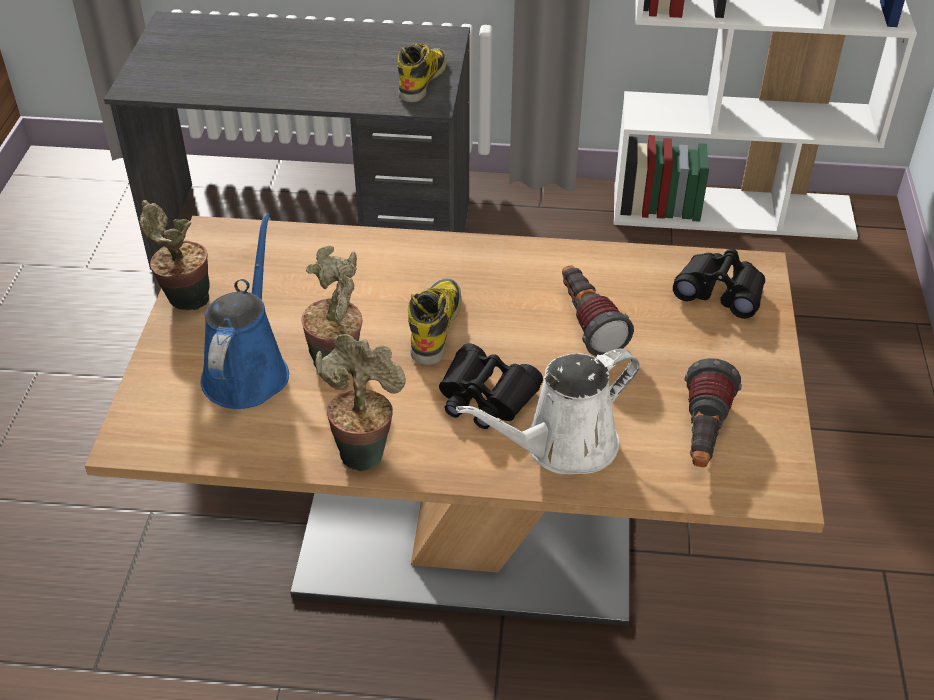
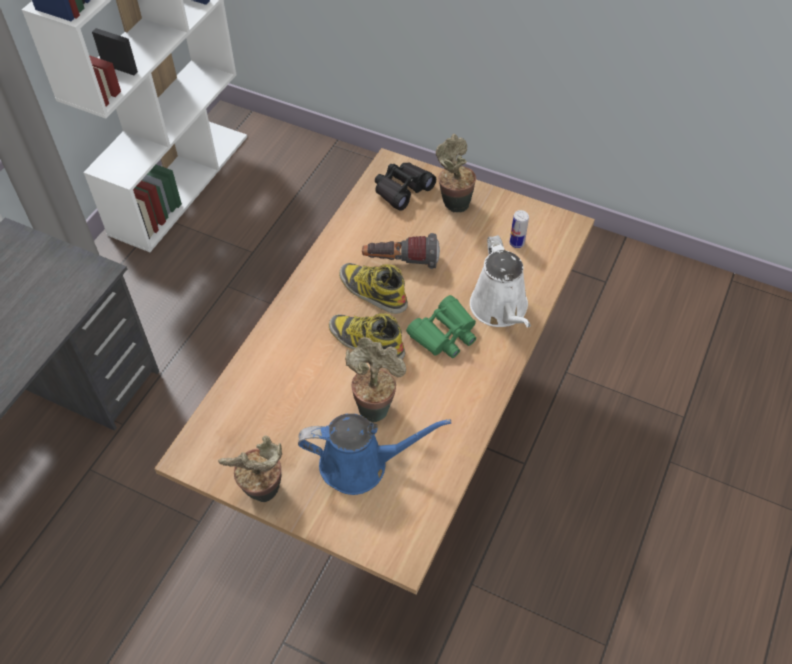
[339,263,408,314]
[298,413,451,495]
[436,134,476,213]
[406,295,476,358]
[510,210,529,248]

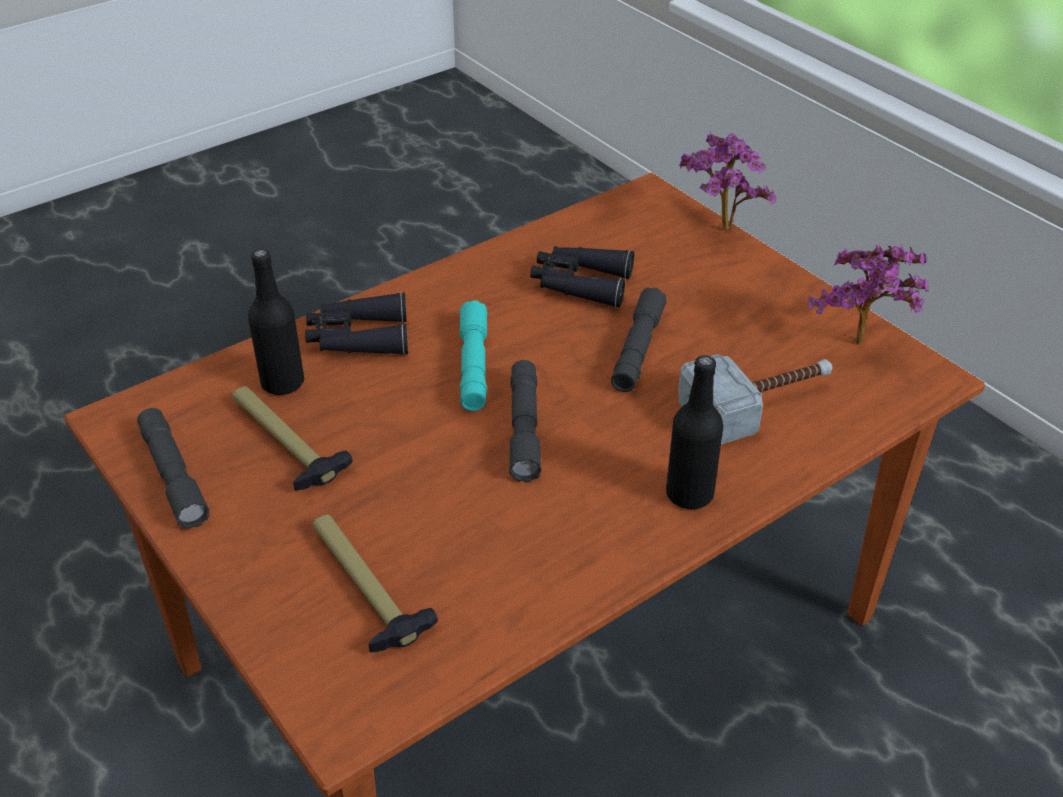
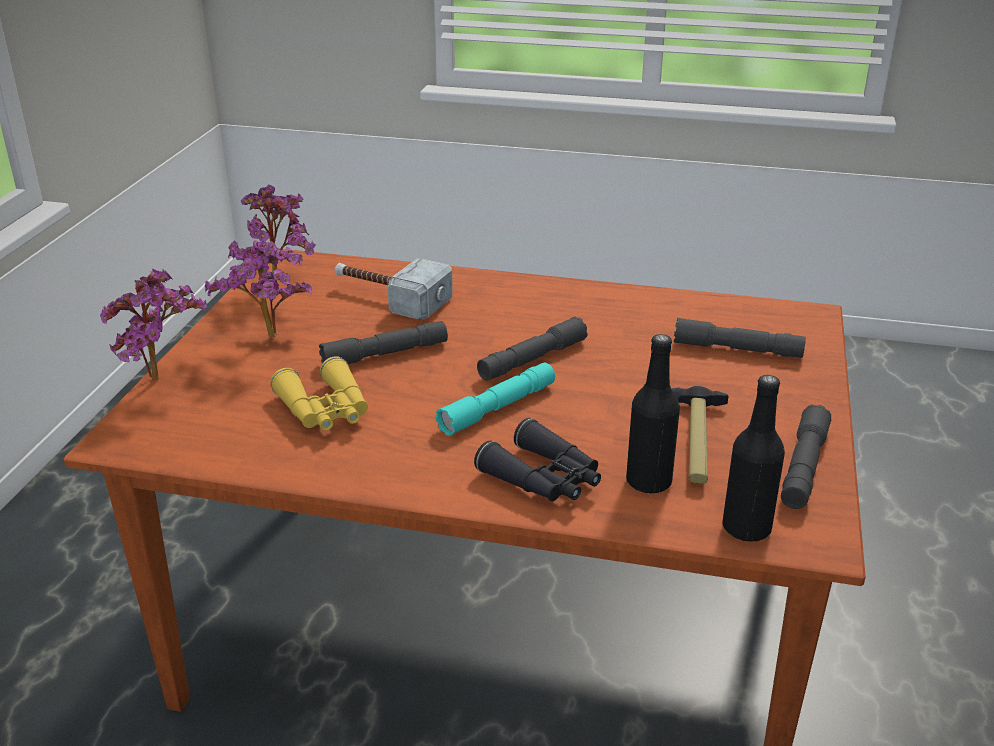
[270,356,368,431]
[722,375,785,541]
[674,318,806,358]
[205,240,312,338]

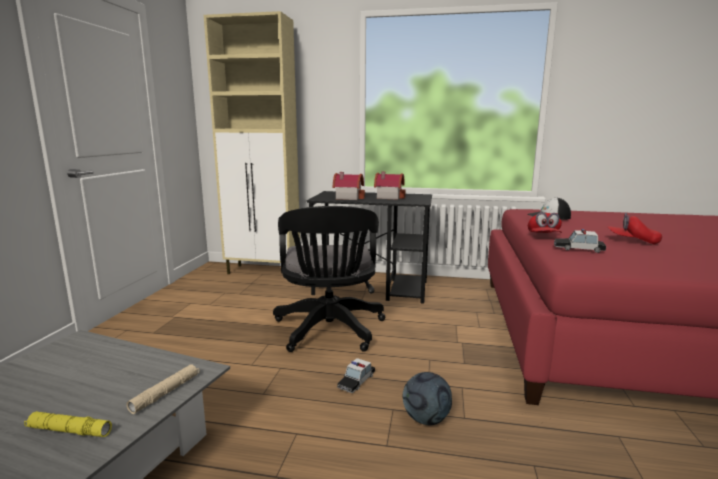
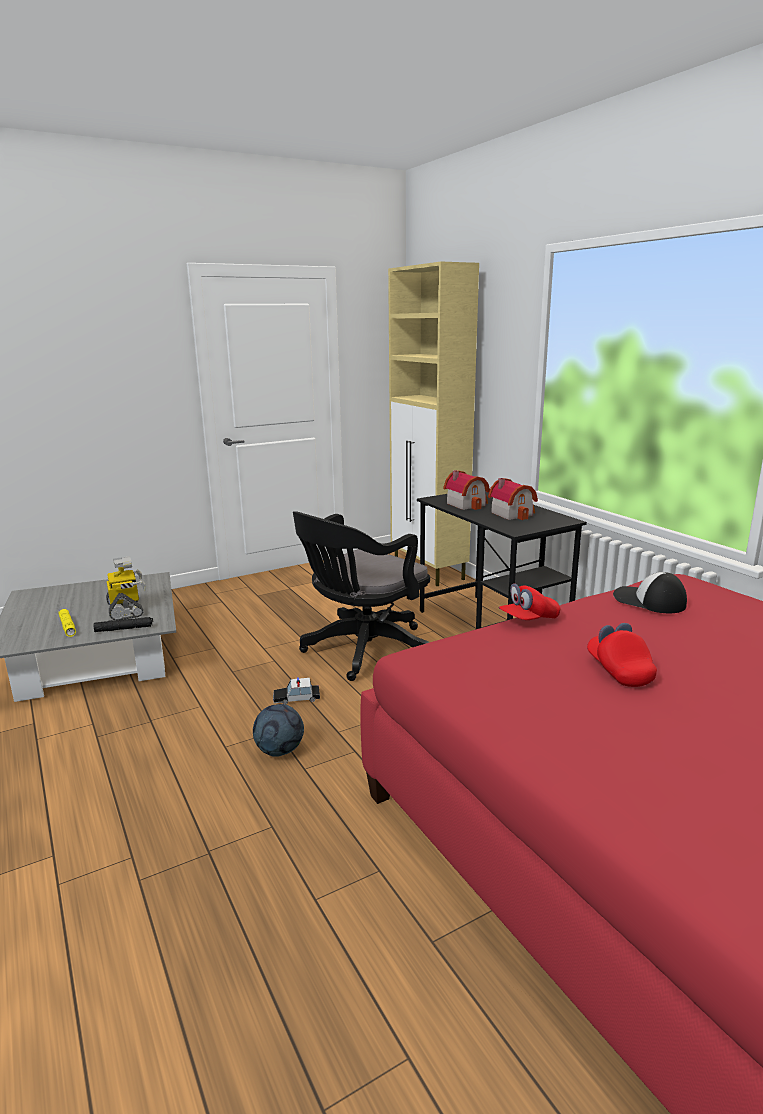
[554,229,606,253] (first image)
[94,617,153,632]
[106,556,146,620]

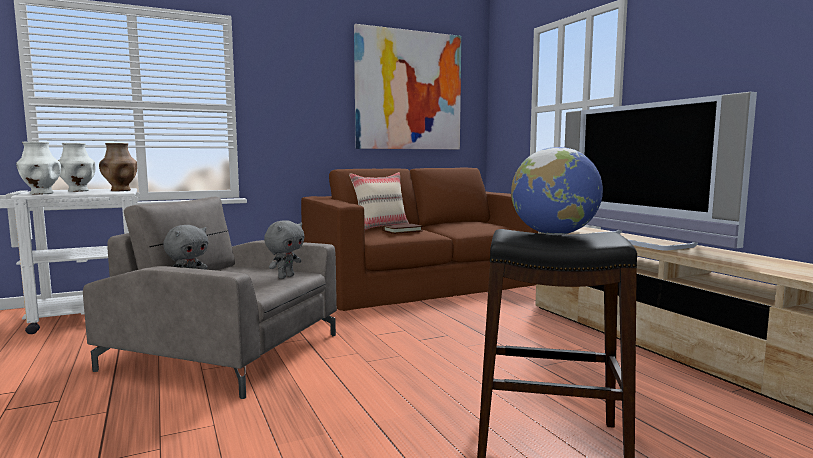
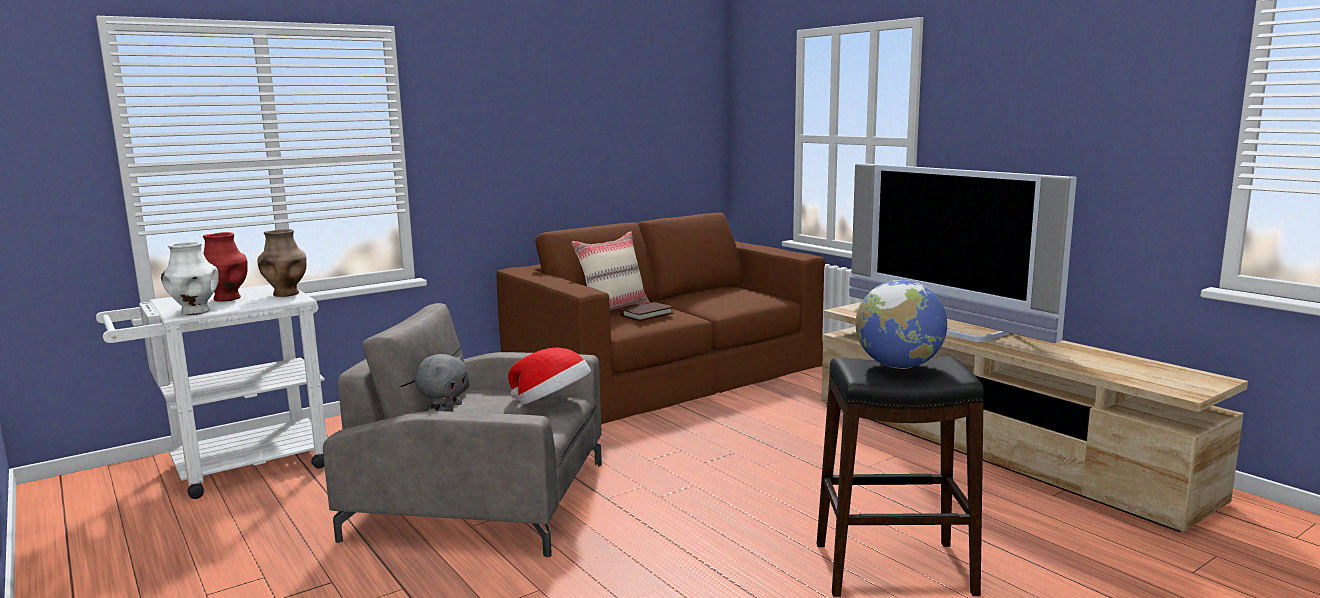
[354,24,461,149] (first image)
[203,232,248,302]
[508,348,591,405]

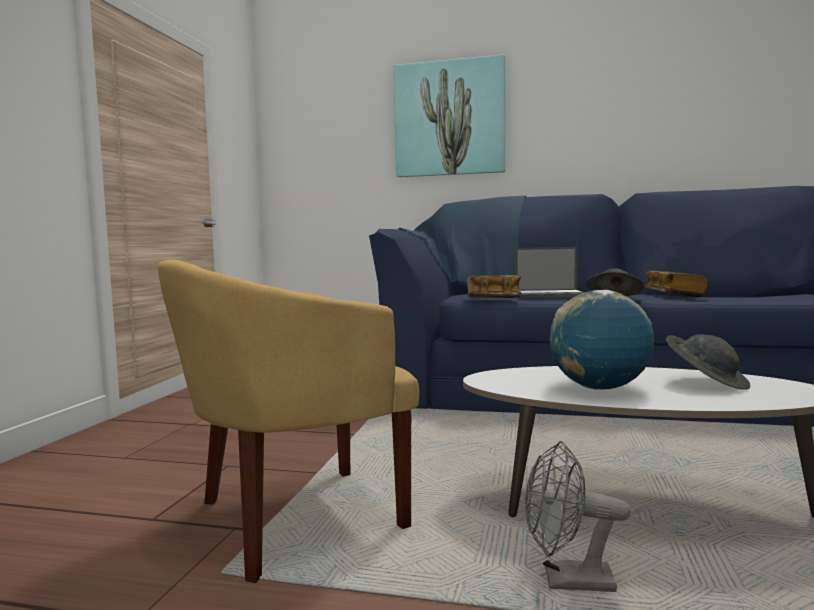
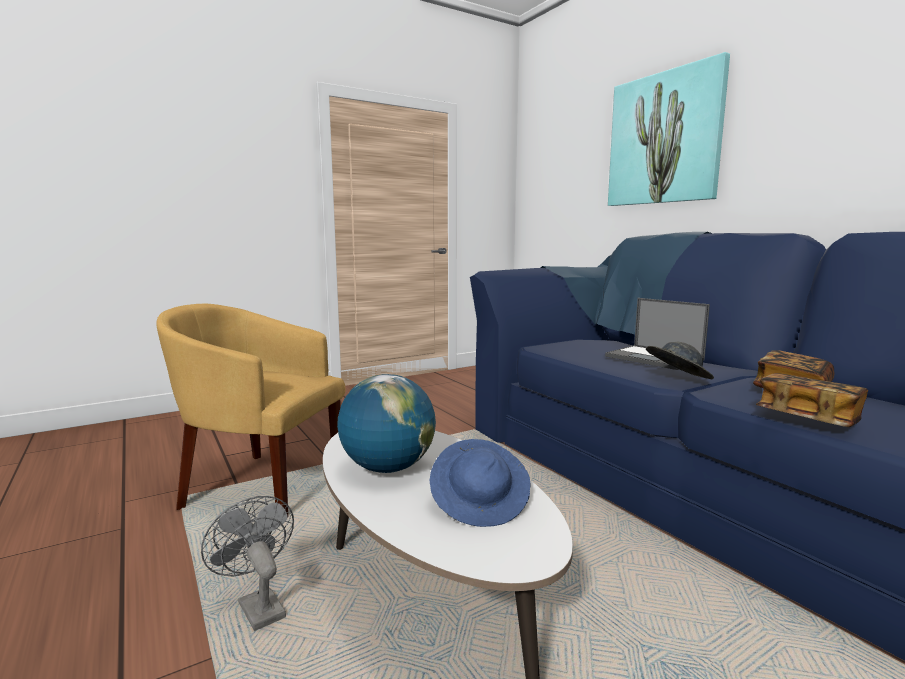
[756,373,868,427]
[430,439,531,527]

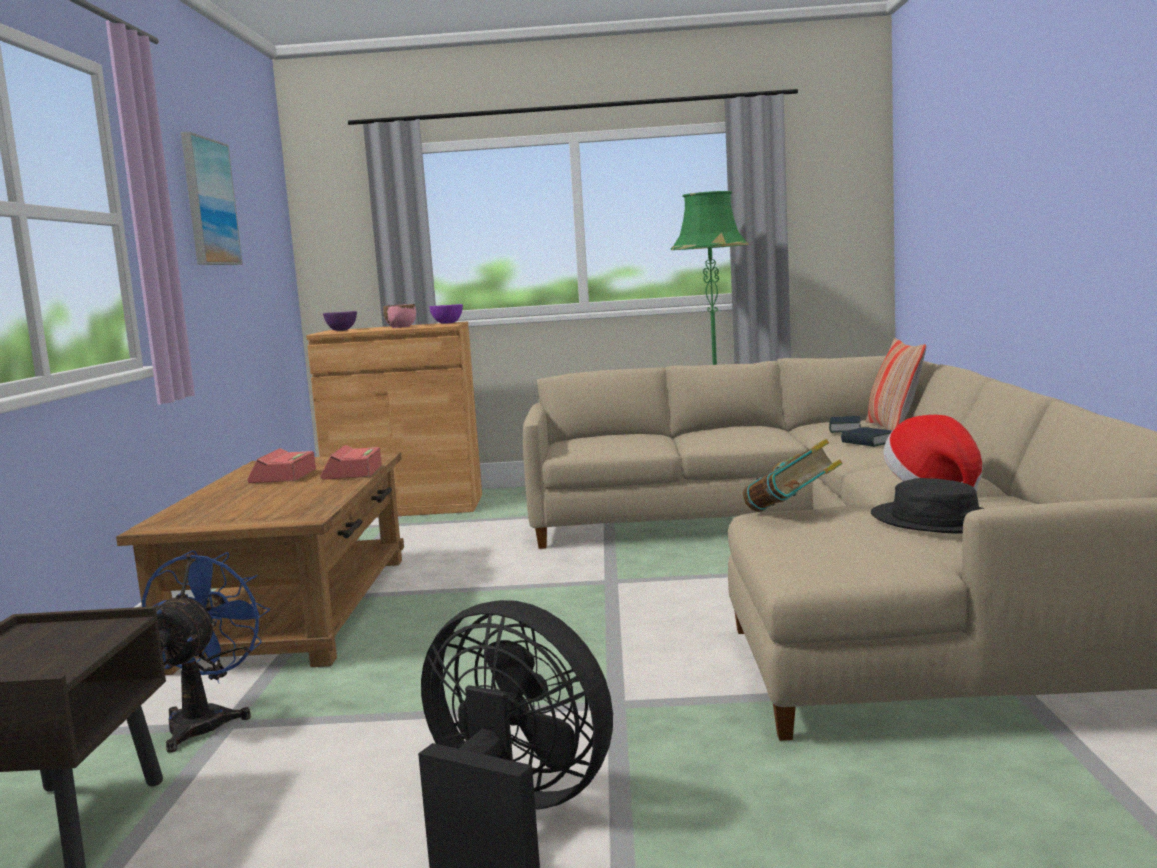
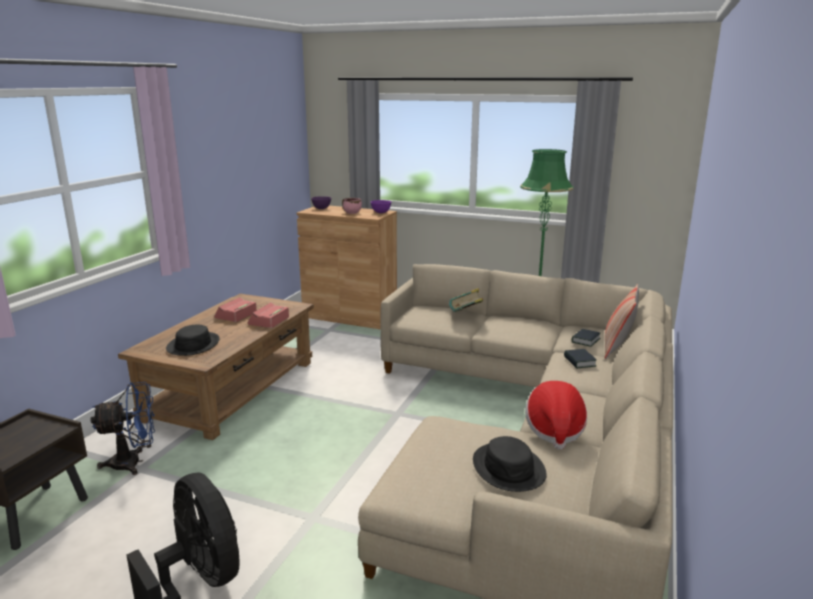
[181,132,243,265] (first image)
[449,288,483,312]
[90,382,155,475]
[166,325,220,356]

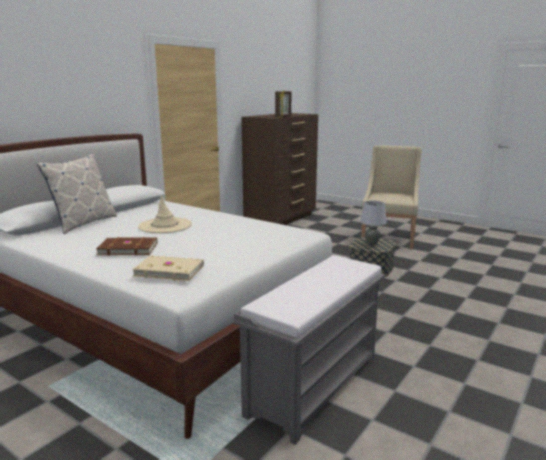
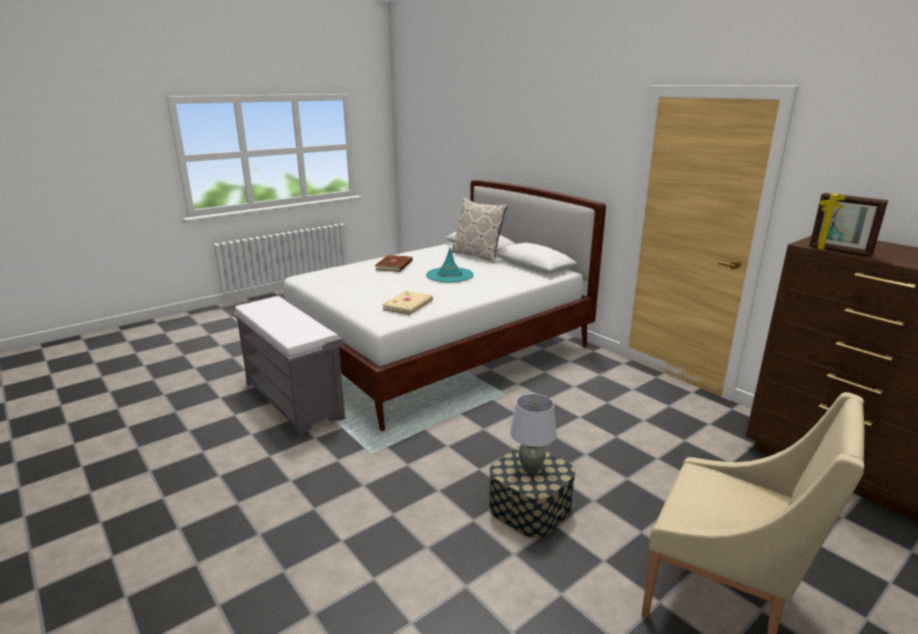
[426,247,474,282]
[382,291,433,315]

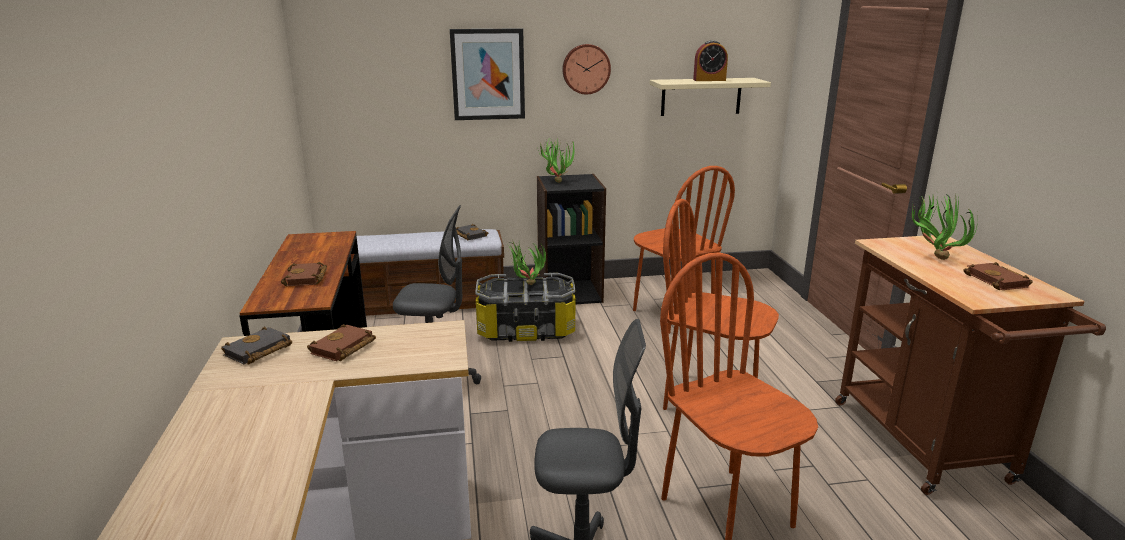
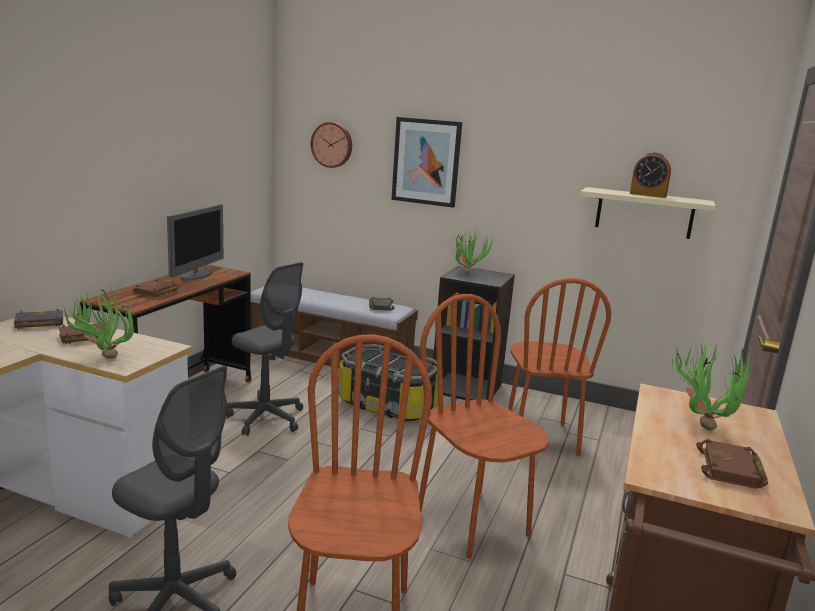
[311,122,352,168]
[63,287,135,359]
[167,204,224,281]

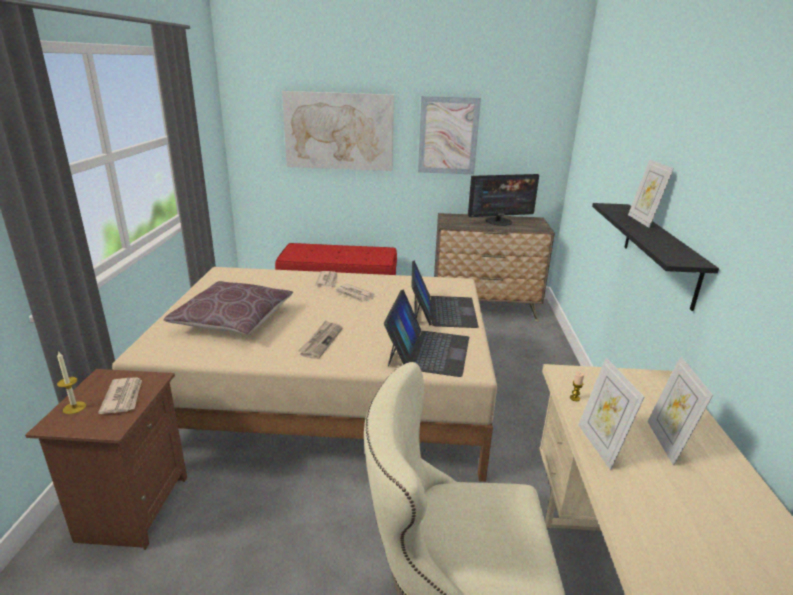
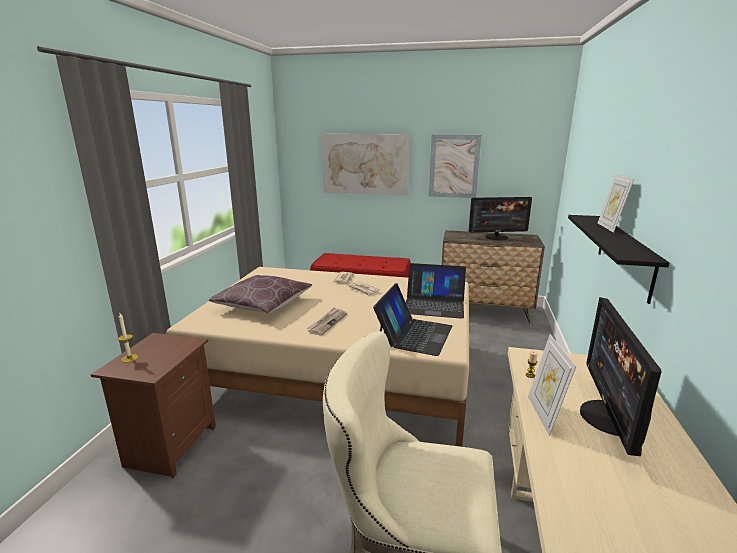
[406,263,466,319]
[580,297,662,456]
[98,377,142,414] (first image)

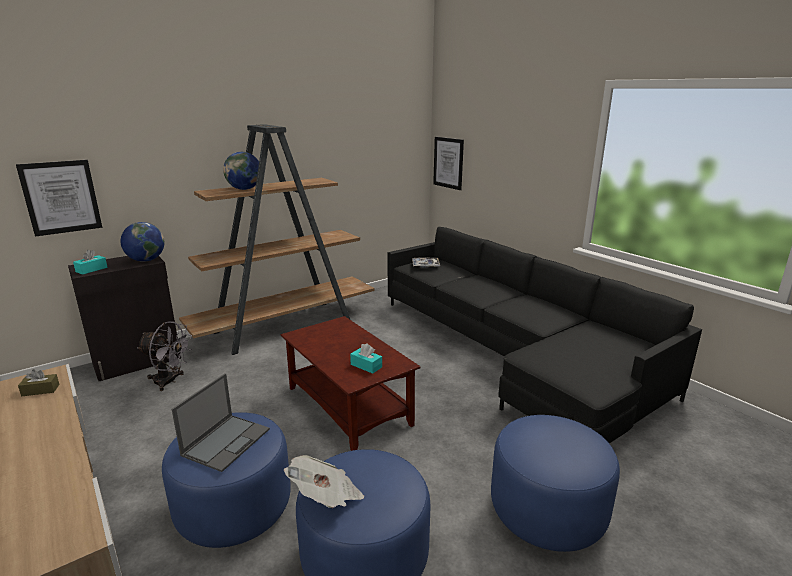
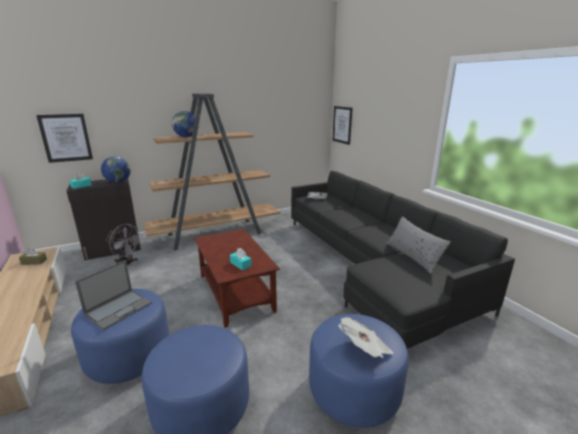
[338,317,393,358]
[386,216,451,274]

